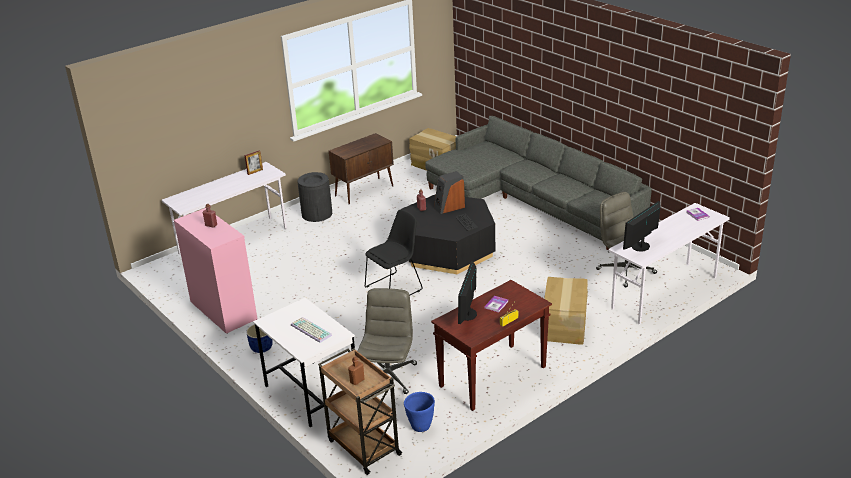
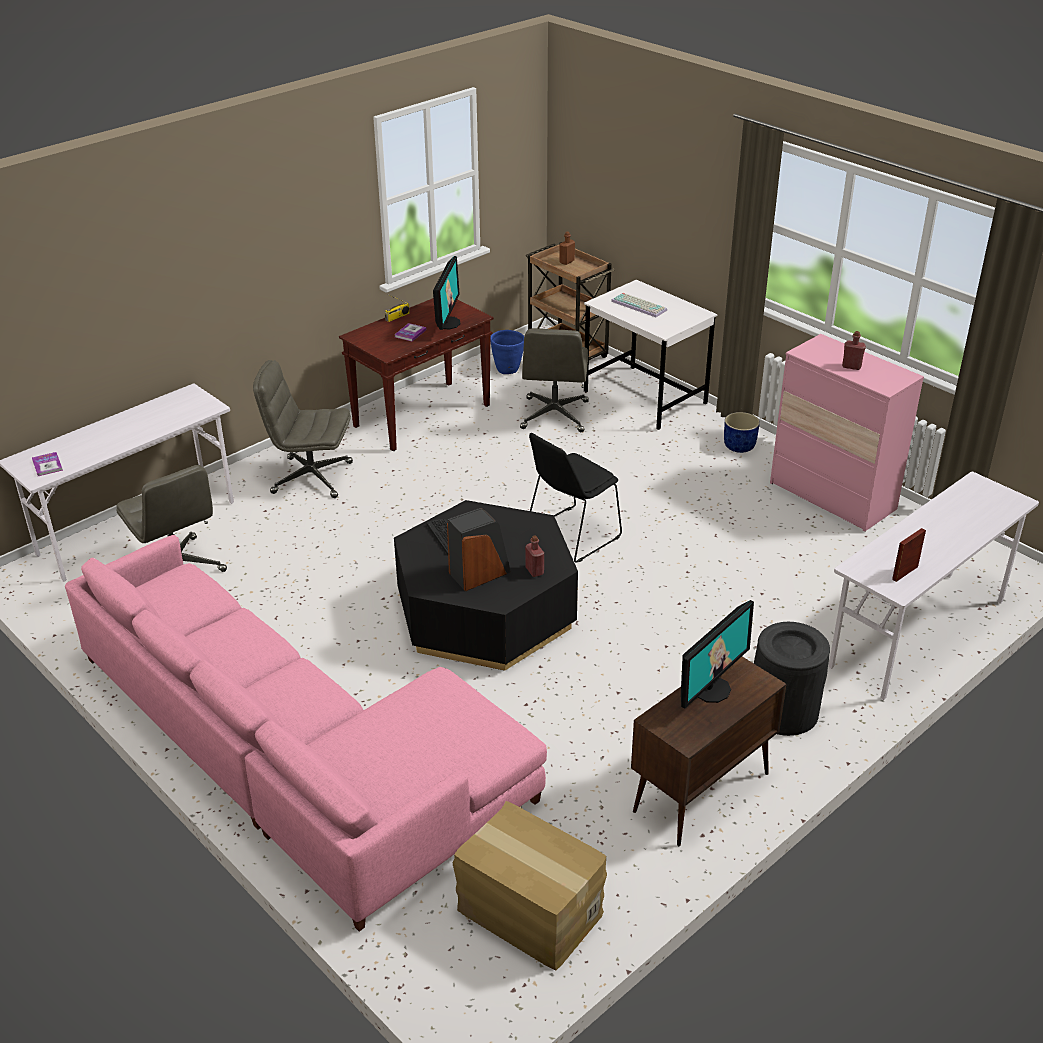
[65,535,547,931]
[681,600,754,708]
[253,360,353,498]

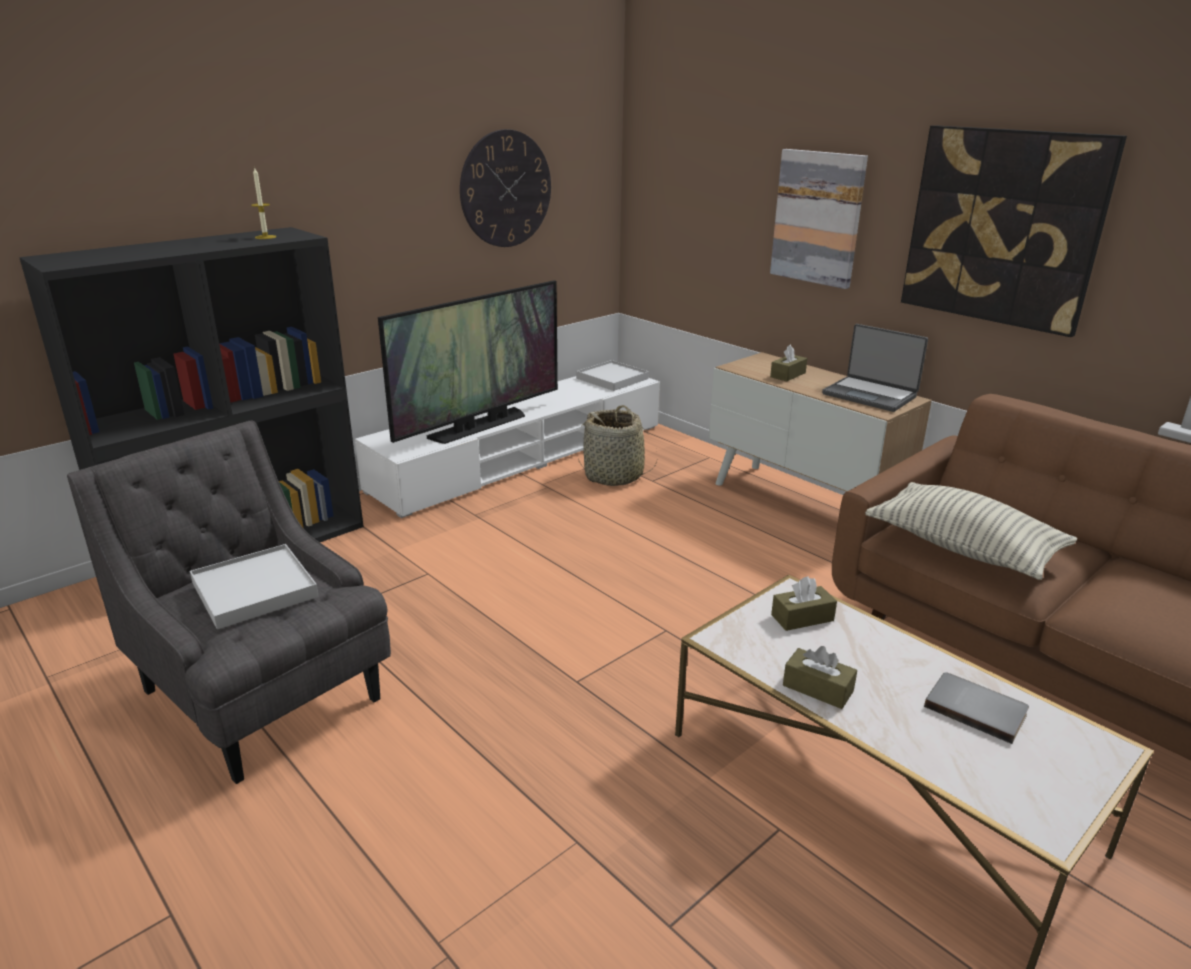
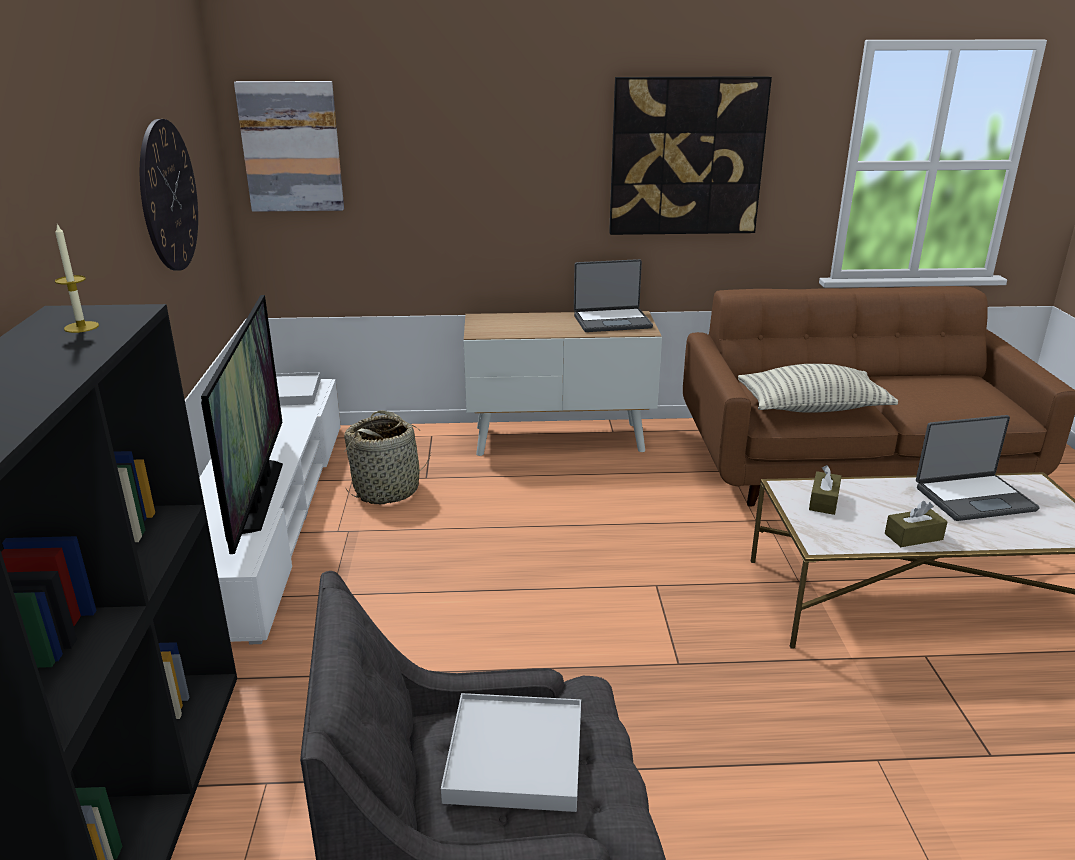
[234,81,344,212]
[770,344,807,382] (first image)
[916,415,1040,521]

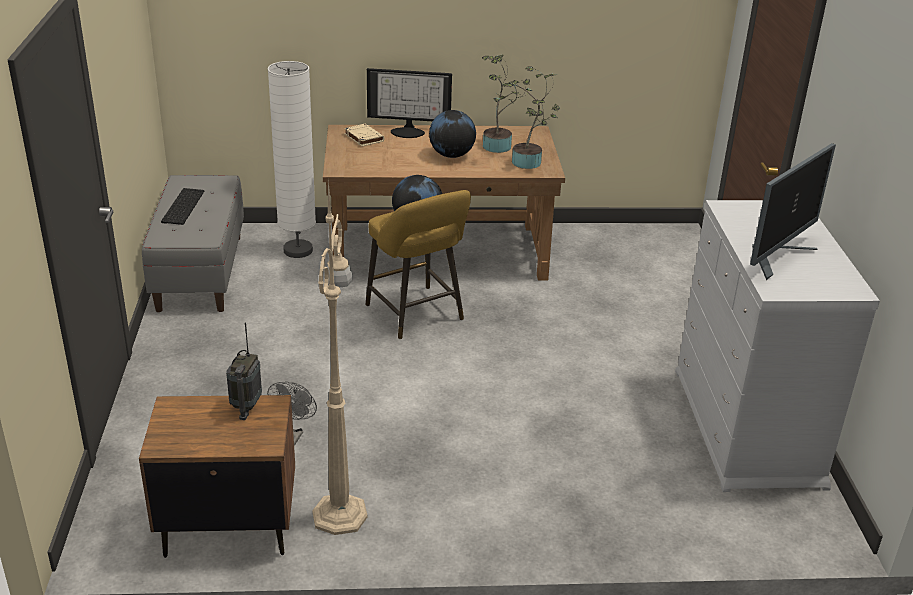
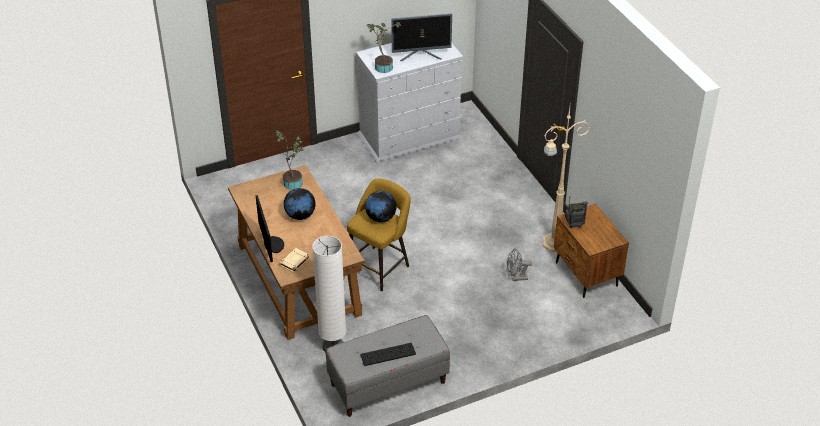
[367,22,401,73]
[391,14,452,61]

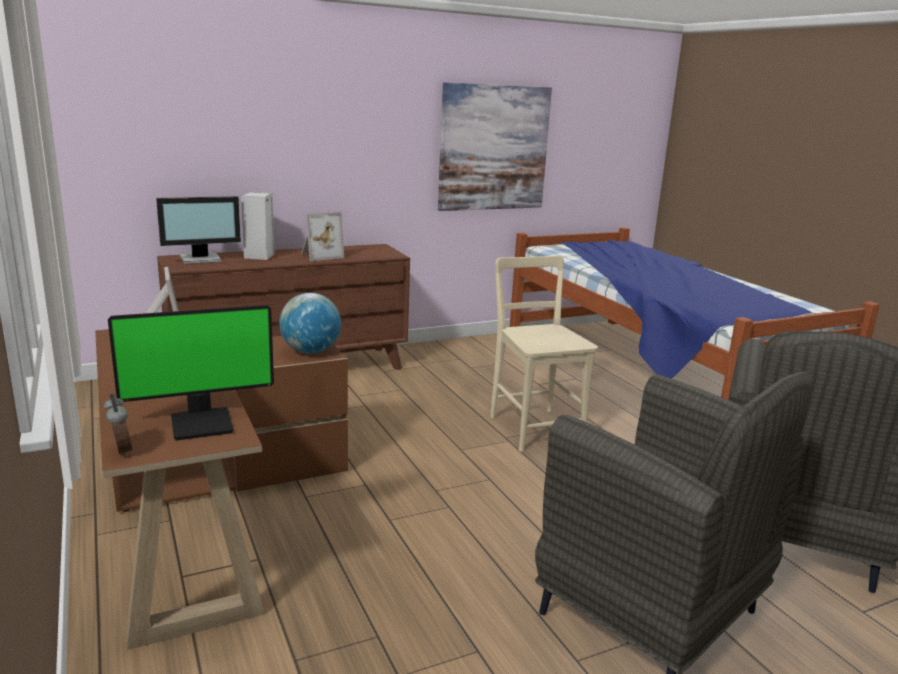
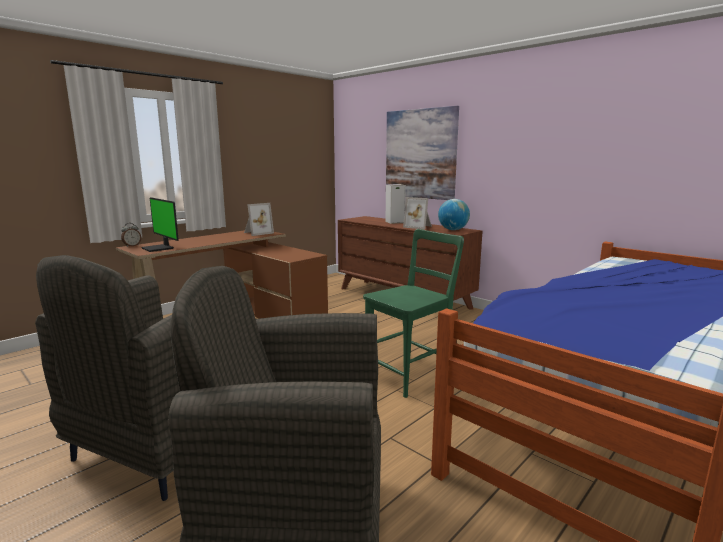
[386,106,459,200]
[156,196,241,264] (first image)
[363,229,464,398]
[438,199,470,230]

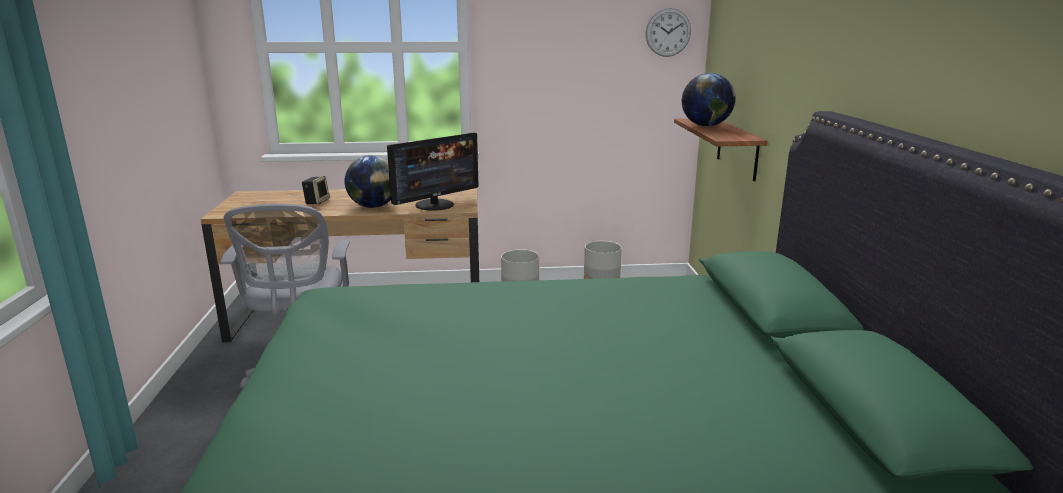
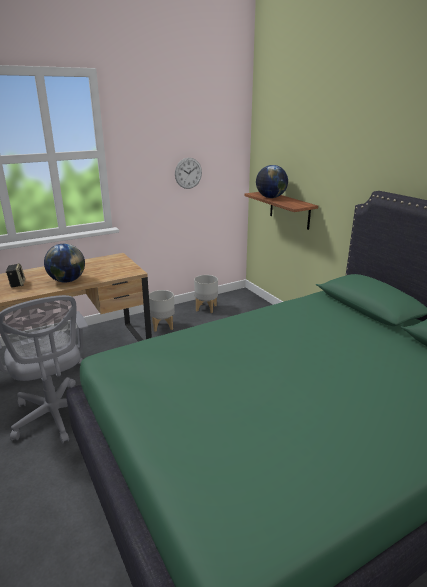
[175,158,202,189]
[387,133,479,211] (first image)

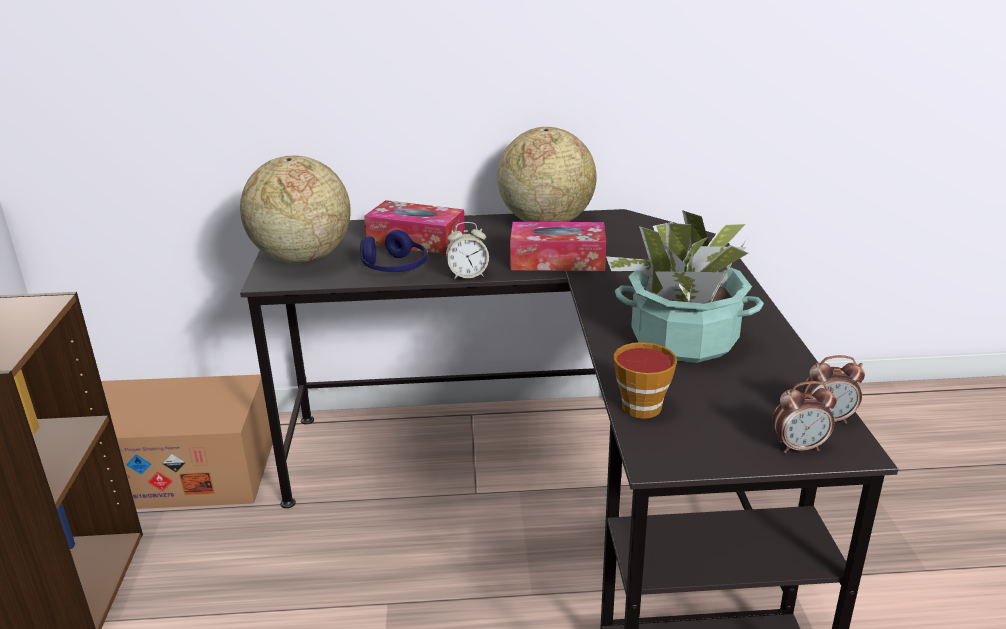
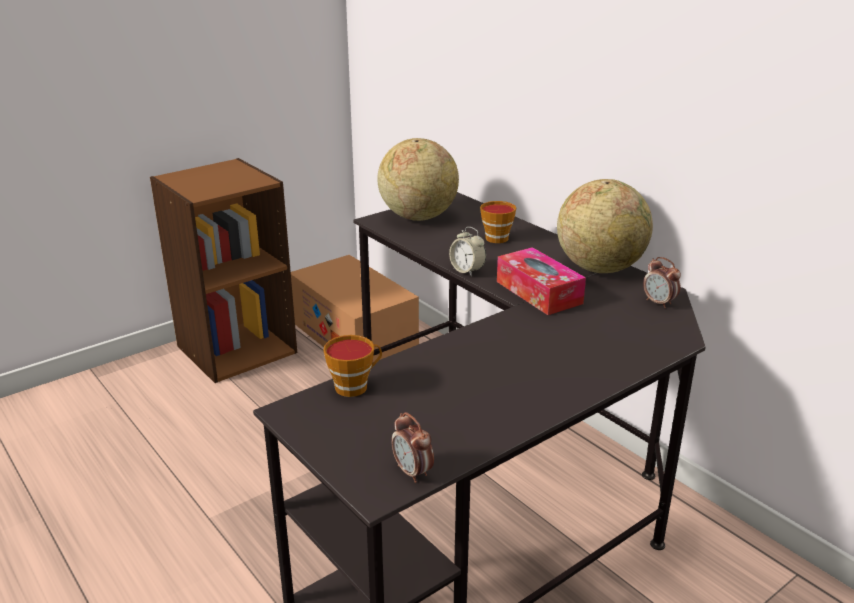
[480,201,516,243]
[606,210,764,363] (first image)
[360,230,427,272] (first image)
[643,257,681,308]

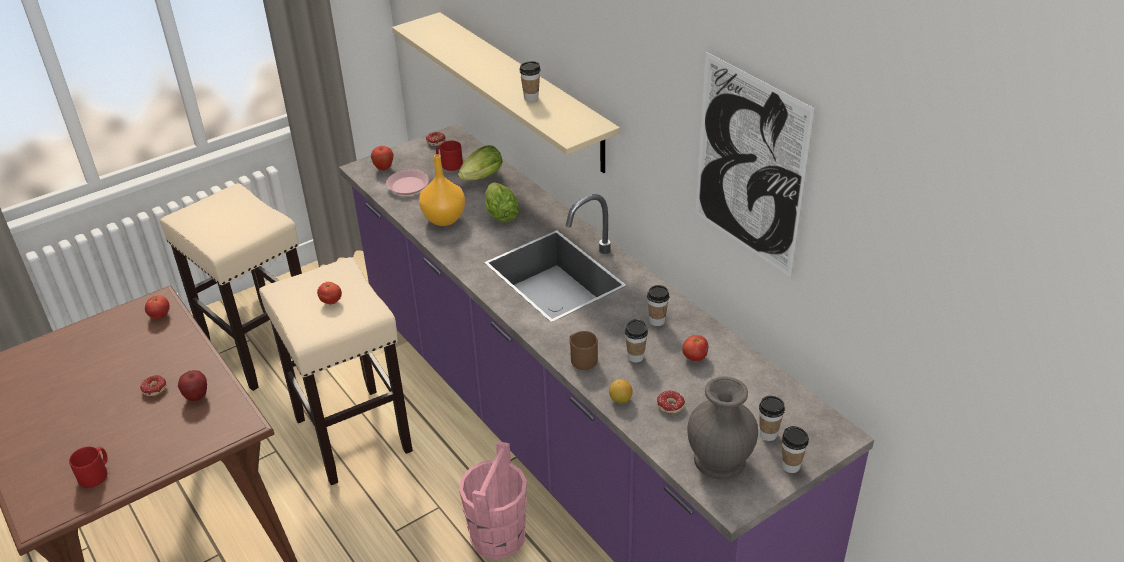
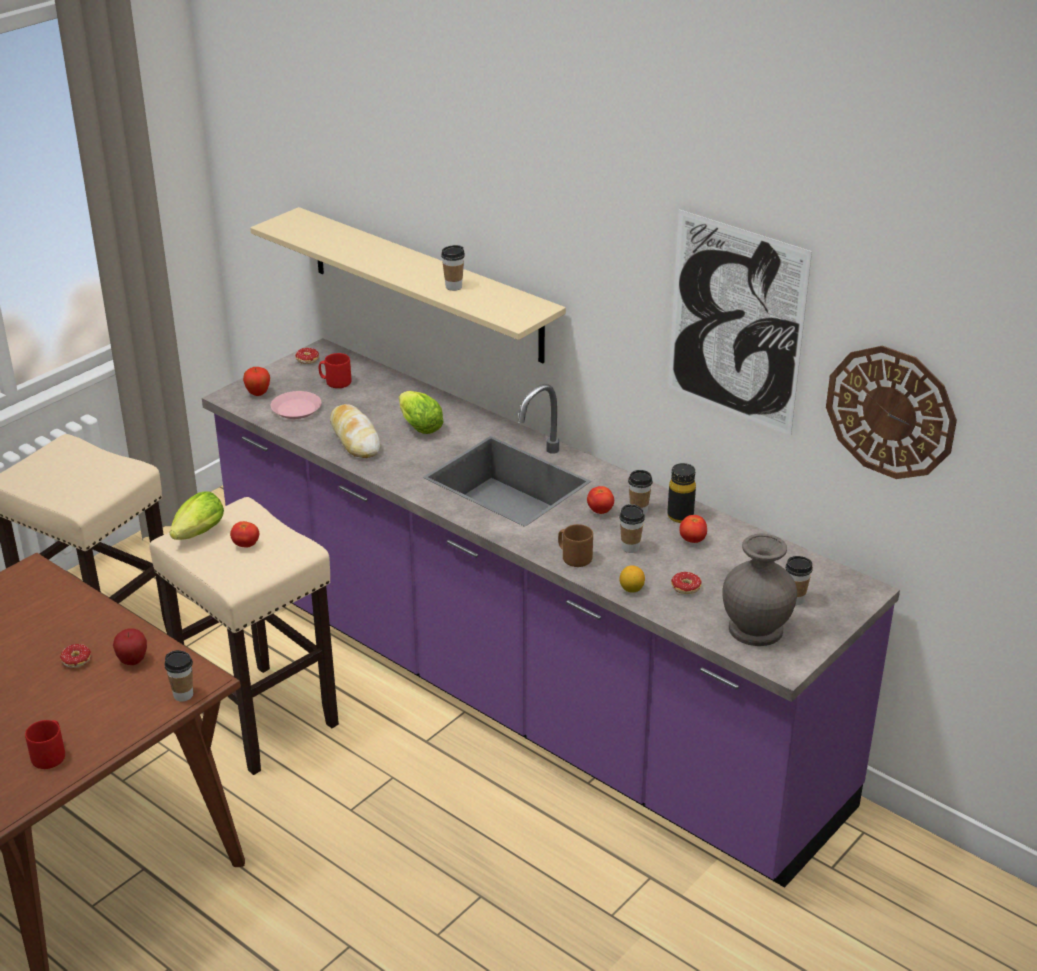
[170,491,224,540]
[330,404,380,458]
[587,486,614,514]
[164,650,193,702]
[459,441,527,559] (first image)
[826,346,957,479]
[667,463,696,523]

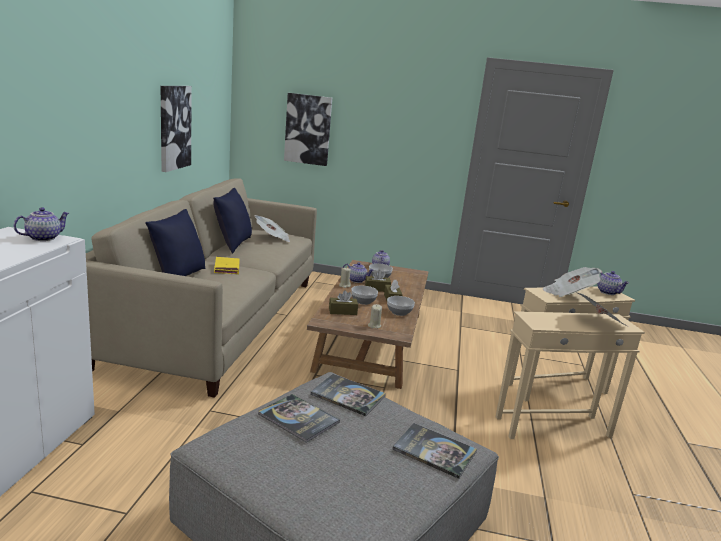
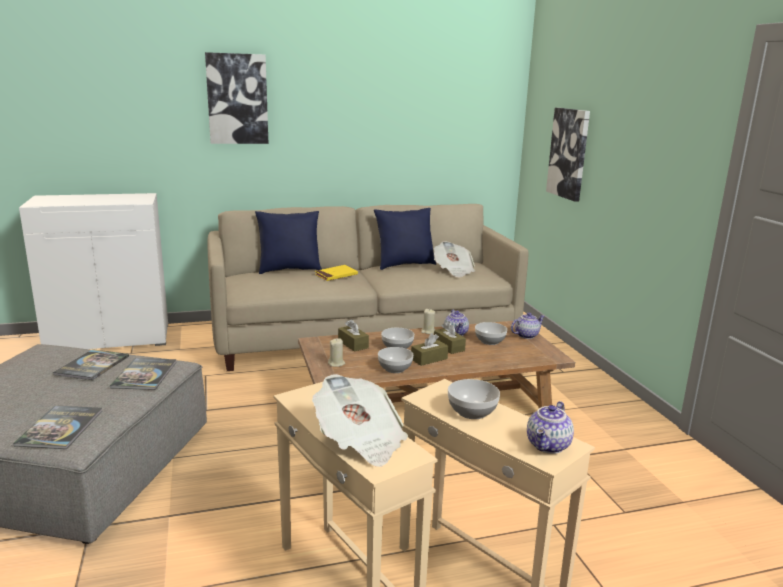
[205,52,269,144]
[13,207,69,241] (first image)
[448,379,500,419]

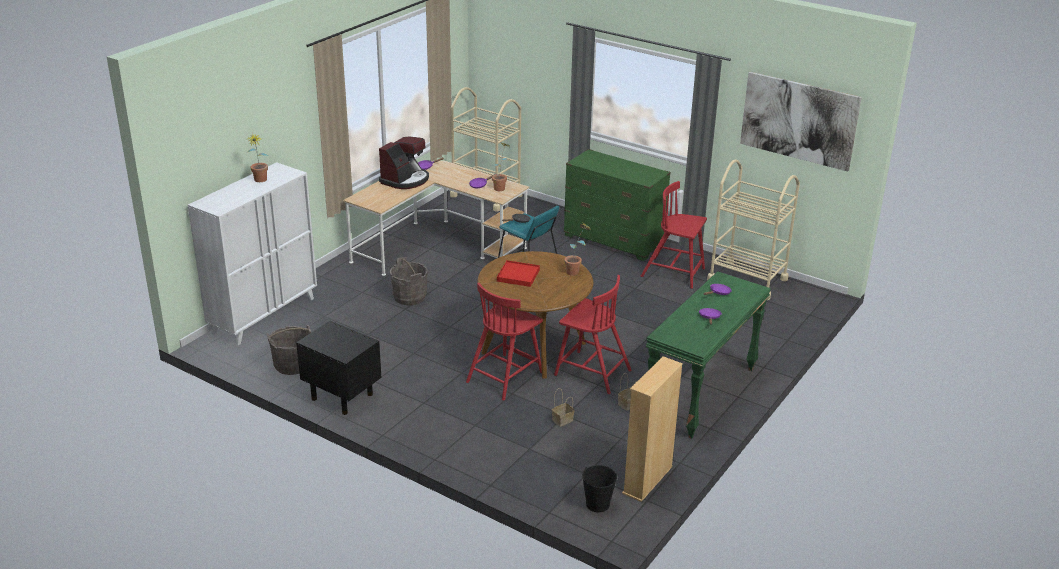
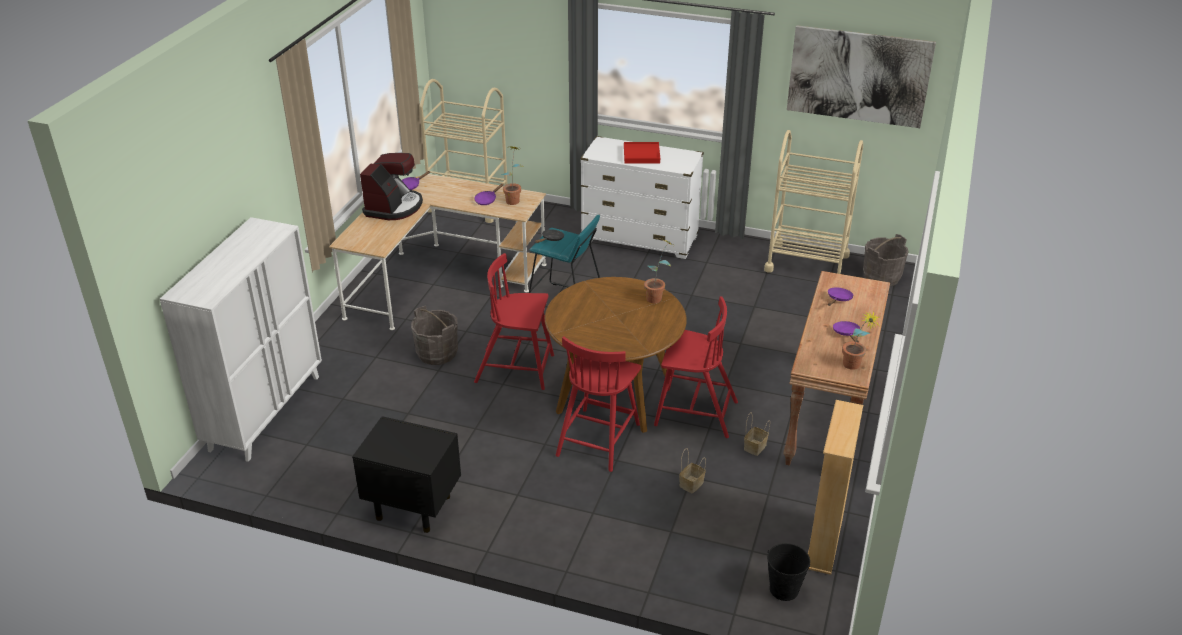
[842,311,880,370]
[581,136,704,259]
[474,253,554,390]
[624,142,660,163]
[783,271,890,466]
[863,234,909,286]

